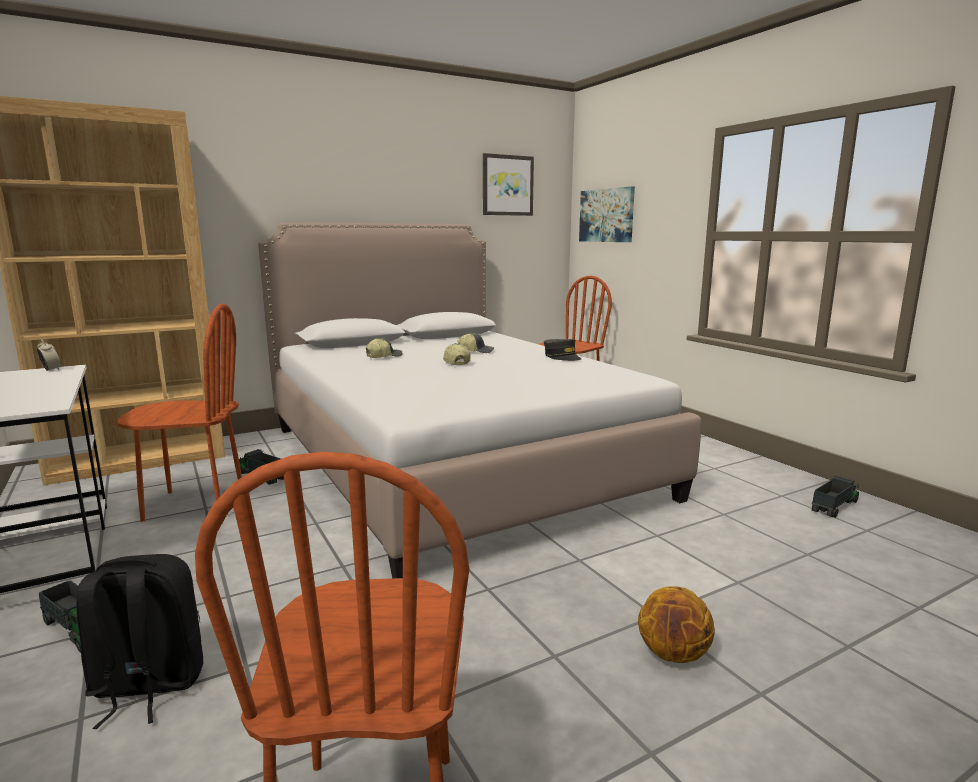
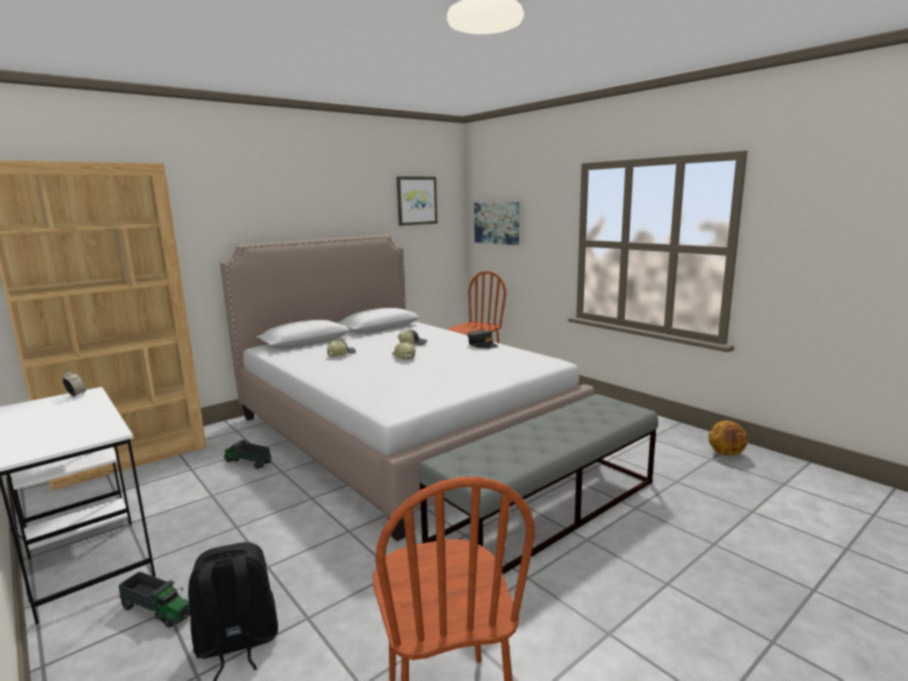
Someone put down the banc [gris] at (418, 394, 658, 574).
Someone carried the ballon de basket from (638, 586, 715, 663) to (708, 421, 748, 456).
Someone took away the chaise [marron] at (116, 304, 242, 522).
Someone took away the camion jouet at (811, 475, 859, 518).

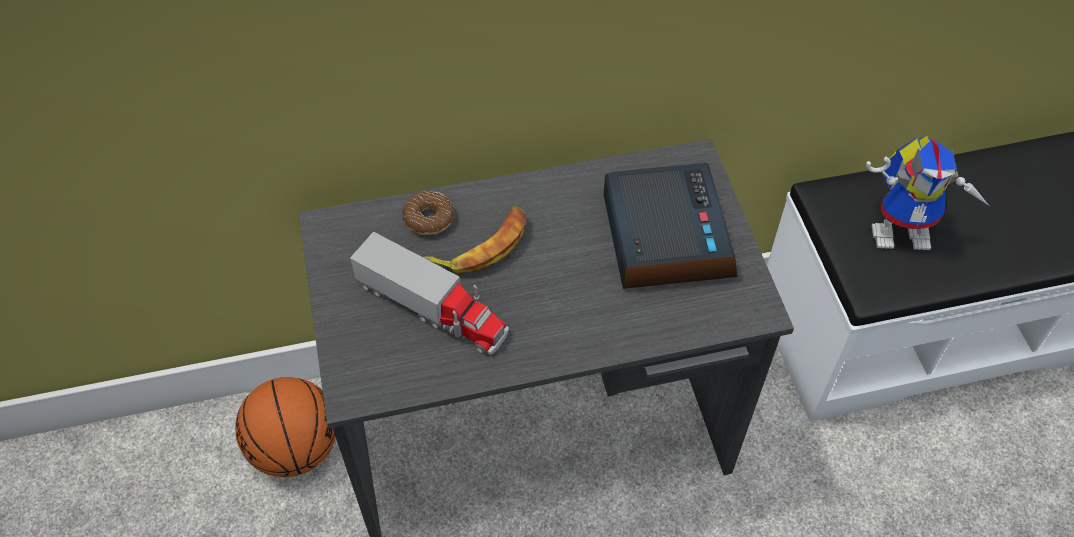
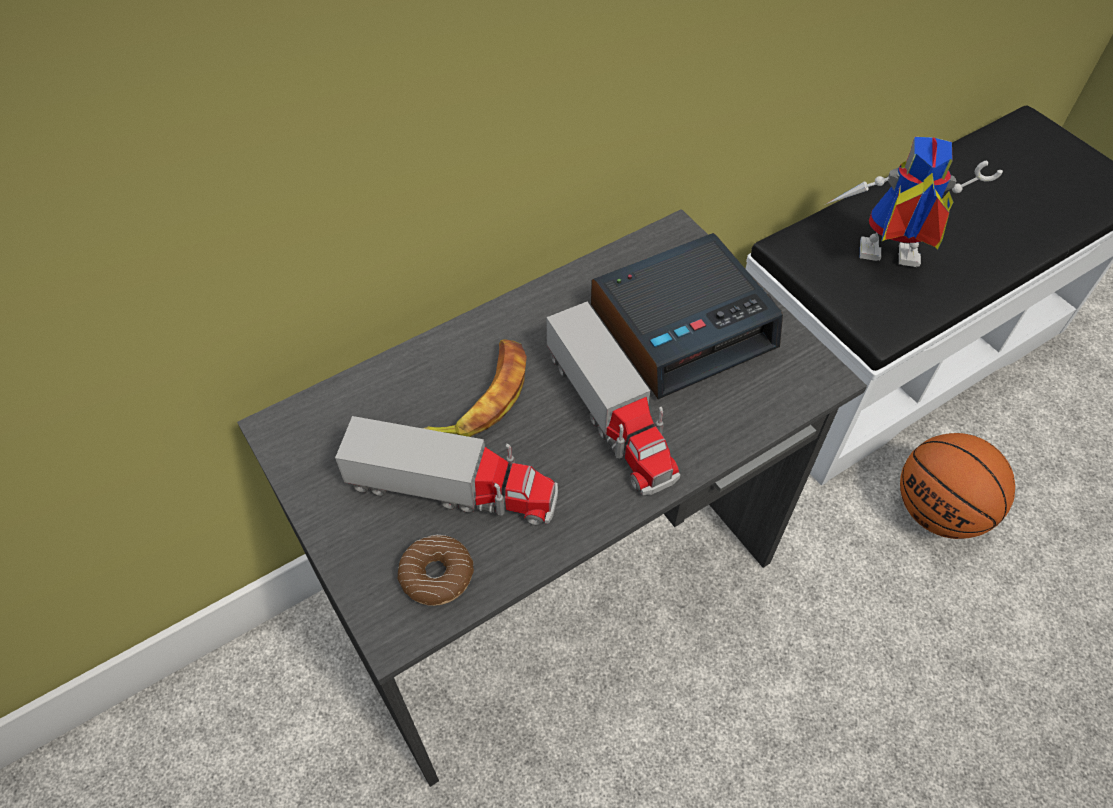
Someone carried the beignet from (402, 191, 455, 235) to (398, 535, 474, 606).
Someone put down the camion jouet at (546, 302, 680, 495).
Someone rotated the réveil at (604, 163, 737, 289) by 90 degrees clockwise.
Someone rotated the robot jouet at (866, 135, 989, 250) by 150 degrees counterclockwise.
Someone carried the ballon de basket from (235, 377, 336, 477) to (900, 433, 1015, 539).

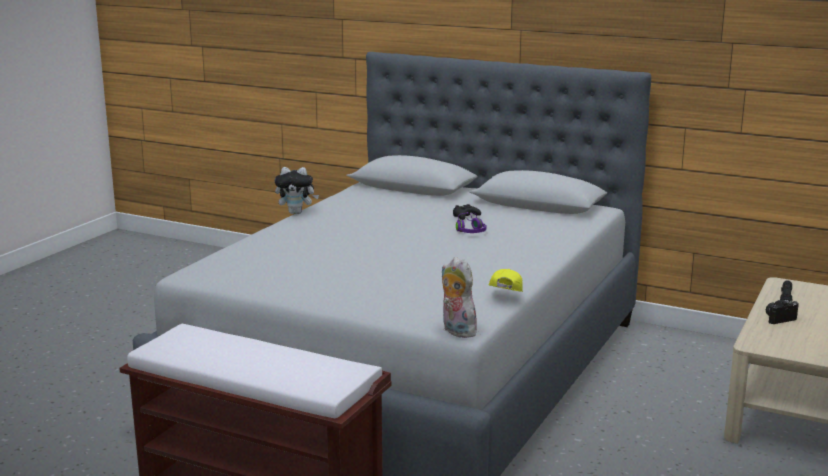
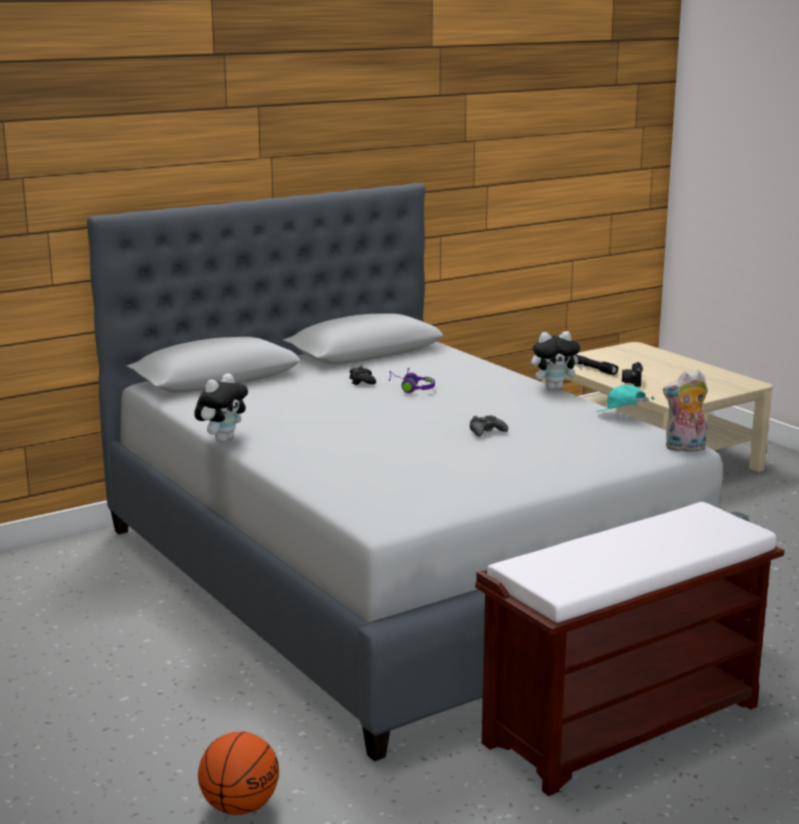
Someone put down the ballon de basket at (198, 732, 279, 815).
Someone put down the manette [noir] at (470, 415, 508, 437).
Someone put down the peluche at (531, 331, 584, 390).
Someone repainted the casquette [jaune] at (489, 269, 523, 292), which became the casquette [turquoise] at (596, 385, 654, 412).

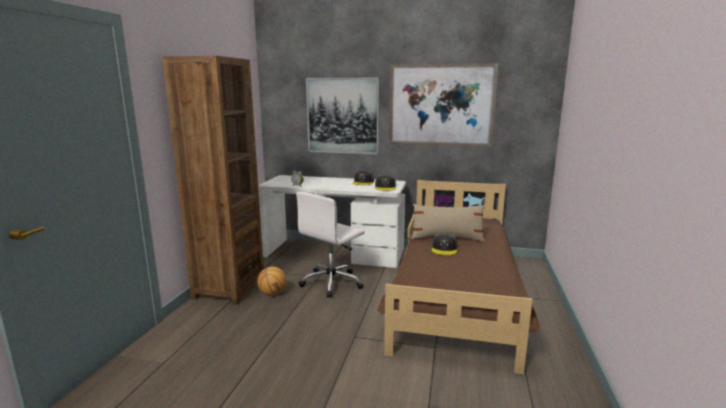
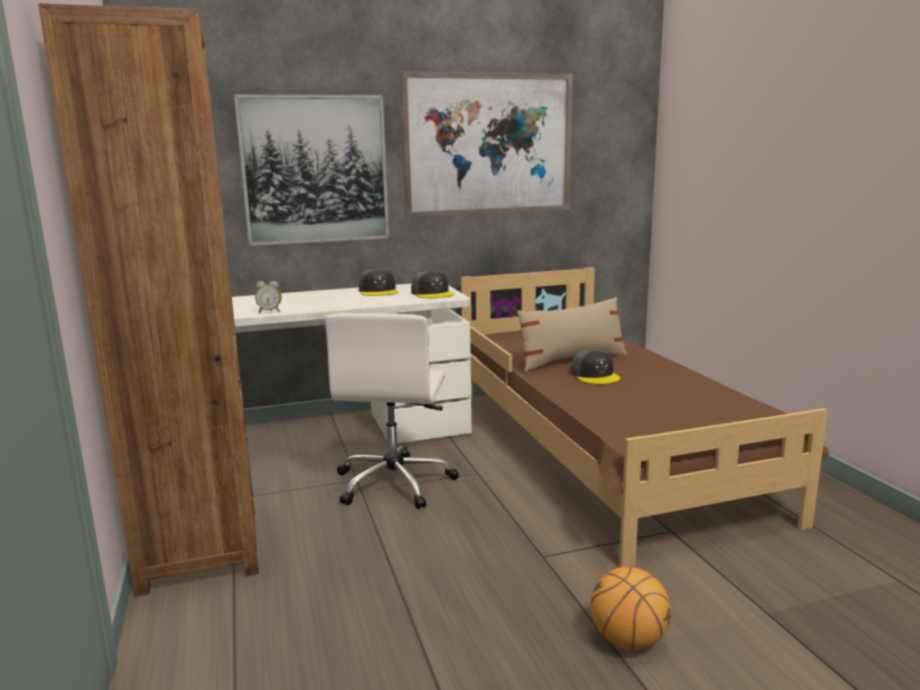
Someone carried the ballon de basket from (257, 266, 287, 295) to (590, 567, 671, 650).

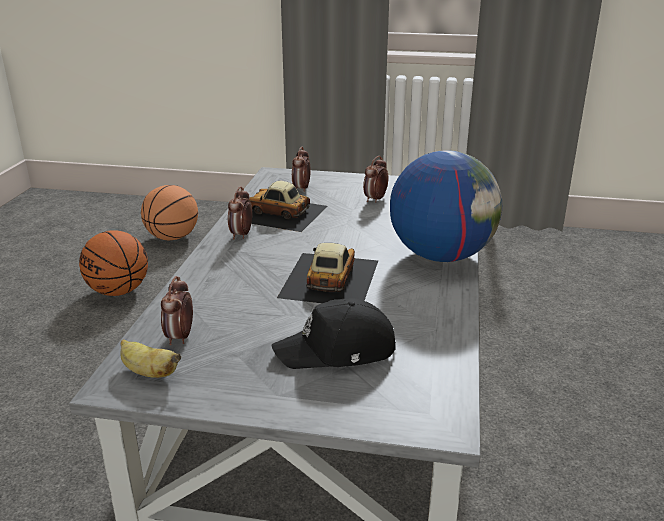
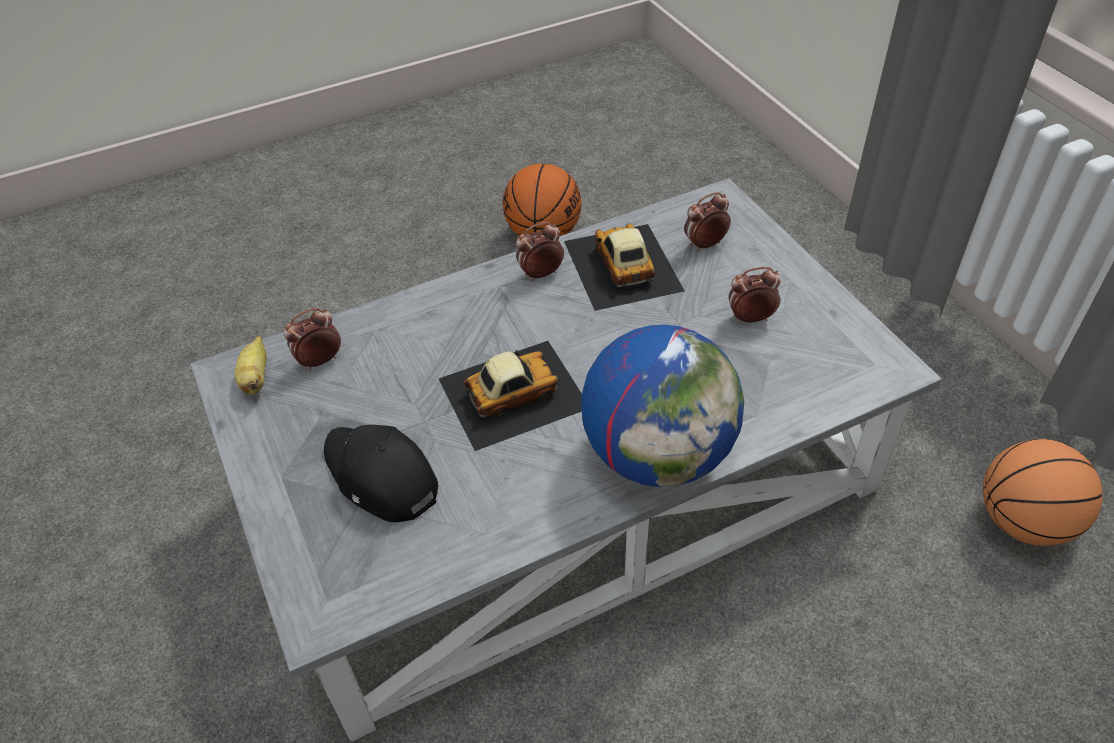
Someone carried the ballon de basket from (141, 185, 198, 240) to (983, 439, 1103, 546).

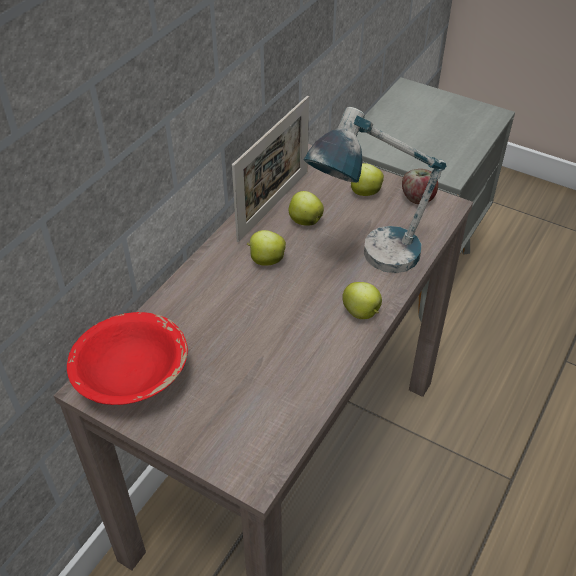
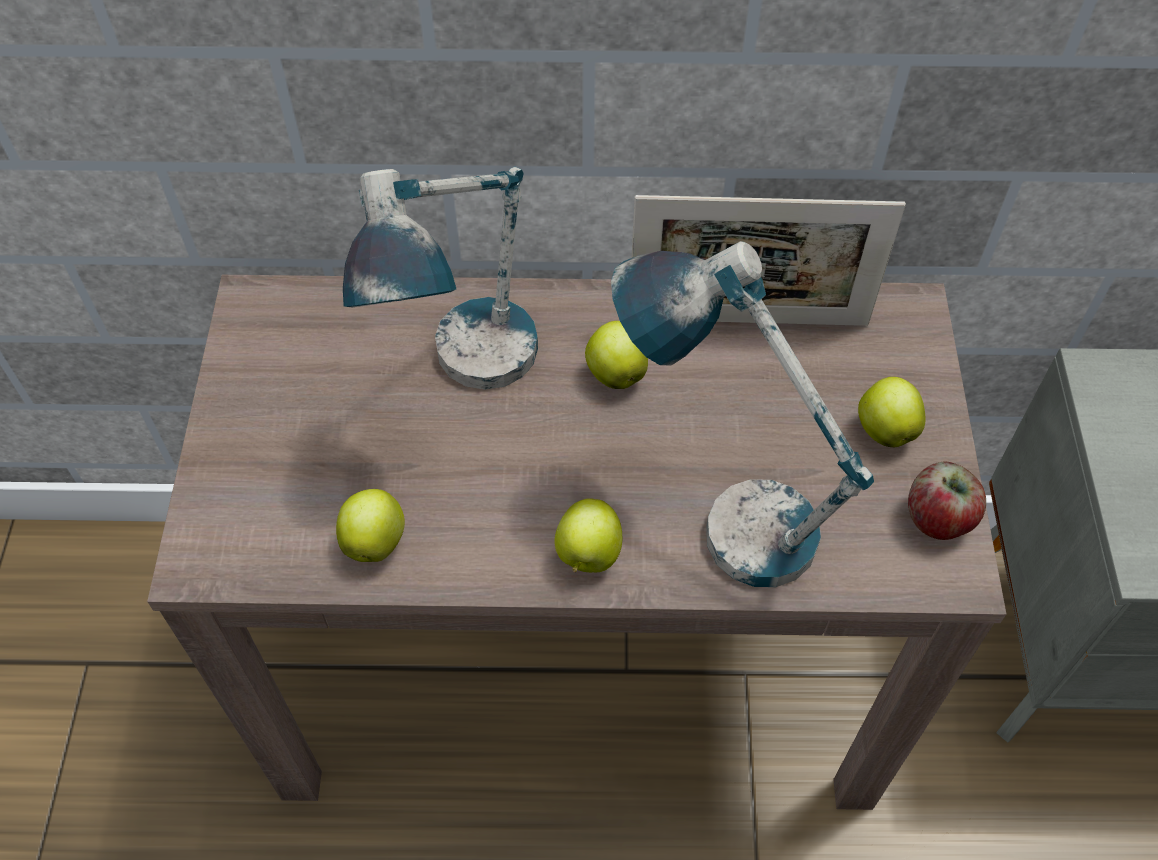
Someone carried the pomme from (289, 191, 324, 226) to (336, 489, 405, 562).
Someone put down the lampe de table at (343, 166, 538, 390).
Someone took away the bol [rouge] at (67, 312, 188, 405).

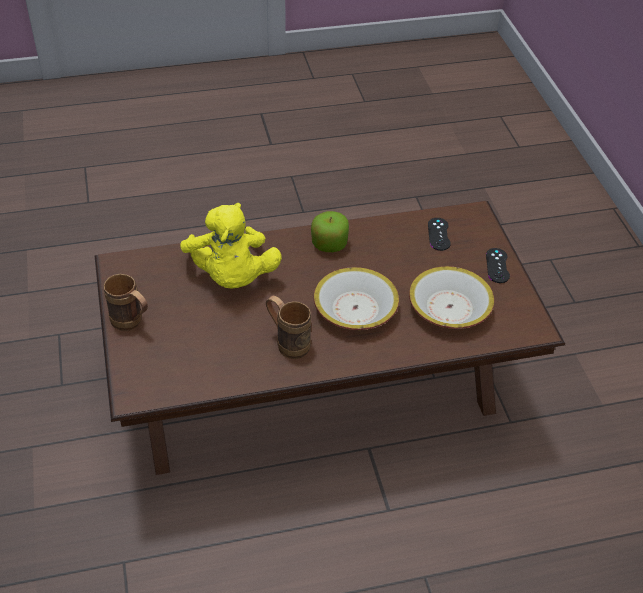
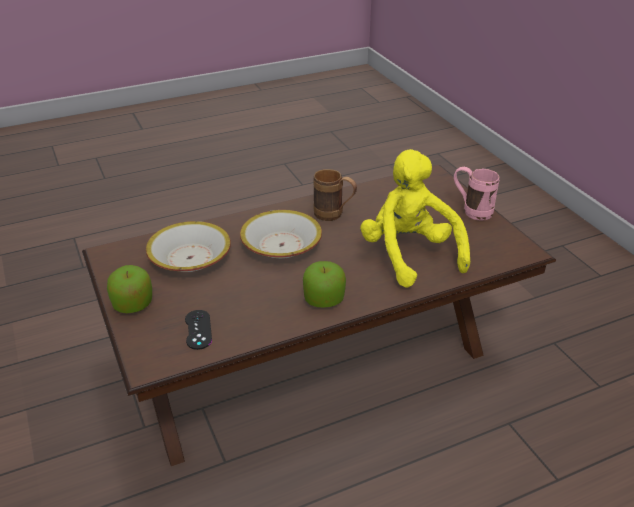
Someone swapped the manette [noir] at (486, 248, 510, 283) for the pomme at (107, 265, 152, 313).
Someone repainted the mug [marron] at (103, 274, 148, 331), which became the mug [rose] at (454, 167, 499, 221).

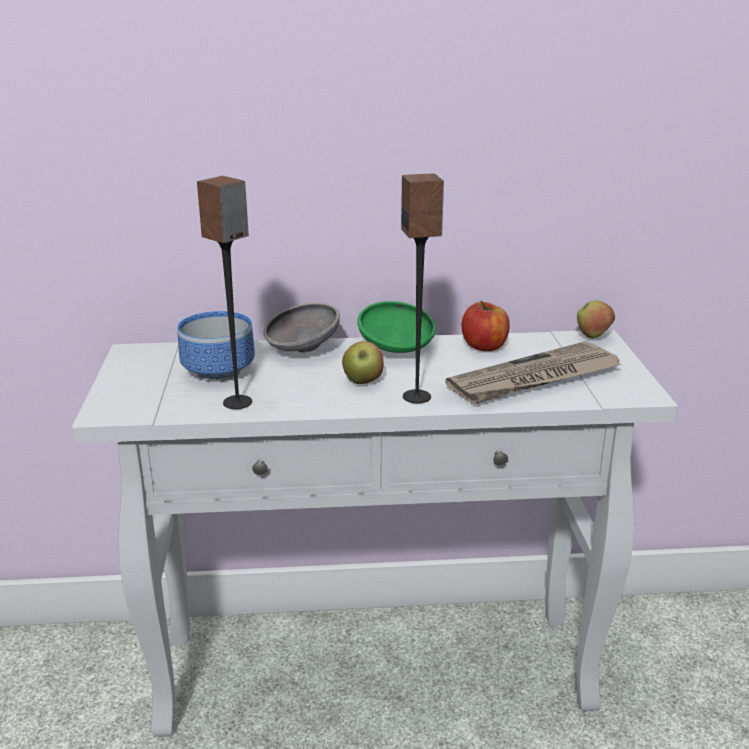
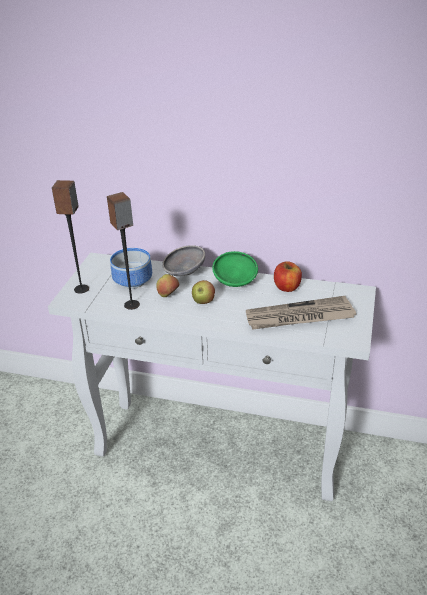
Someone carried the enceinte from (401, 173, 444, 403) to (52, 180, 89, 294).
Someone carried the pomme from (577, 300, 615, 339) to (156, 274, 179, 297).

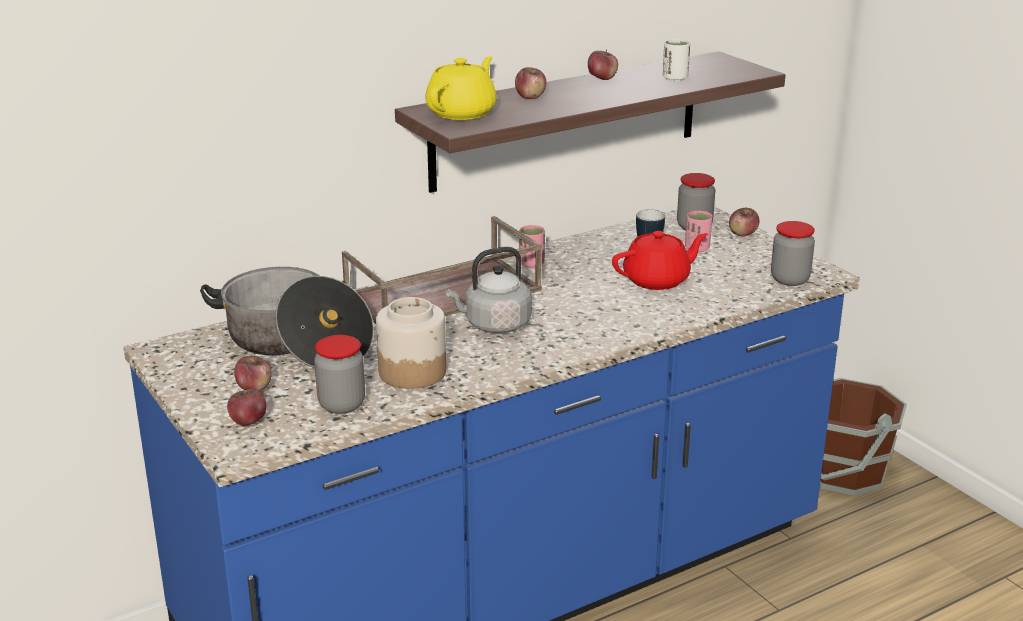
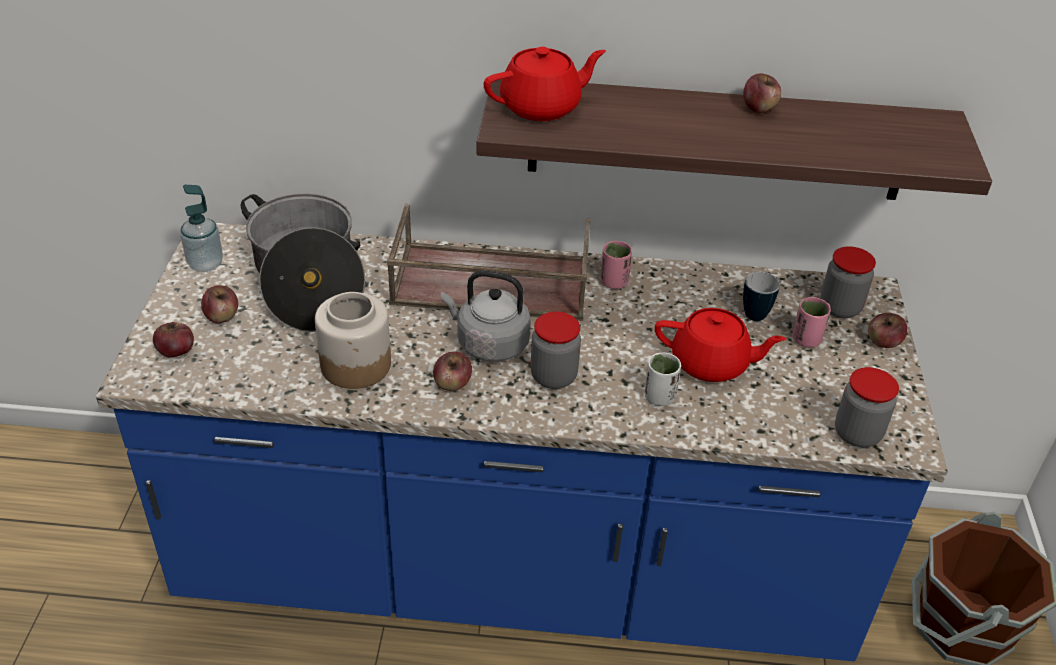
Someone put down the distributeur de savon at (180, 185, 223, 272).
Someone carried the pomme from (515, 67, 546, 99) to (433, 351, 472, 391).
Someone repainted the théière [jaune] at (425, 56, 497, 120), which became the théière [rouge] at (483, 47, 606, 121).
Someone carried the bocal from (314, 335, 365, 414) to (531, 312, 581, 389).
Someone carried the tasse [blanc] from (663, 39, 690, 81) to (644, 352, 681, 406).

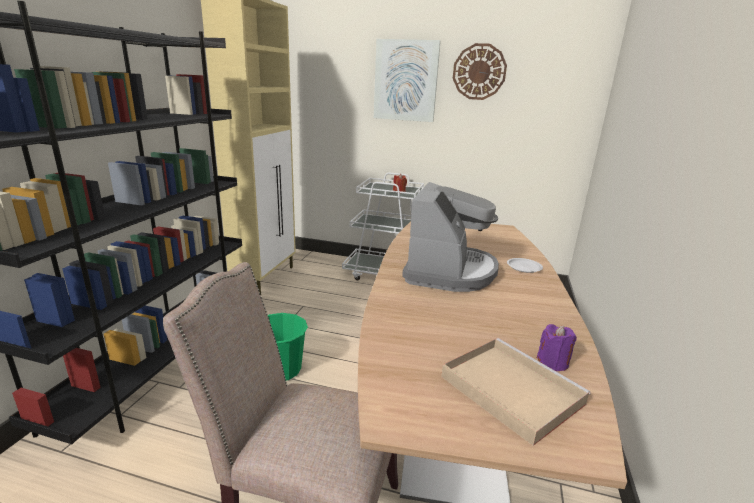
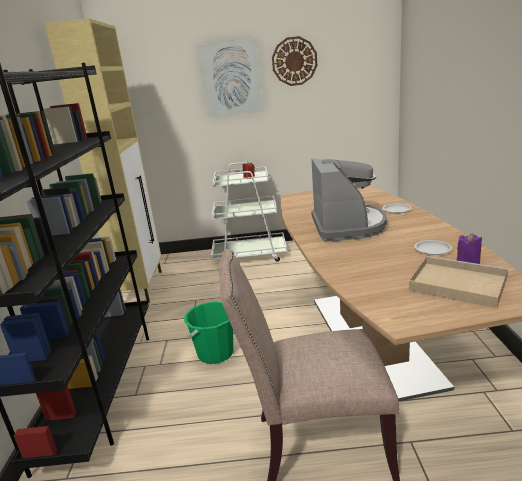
Someone put down the assiette [blanc] at (415, 240, 452, 255).

